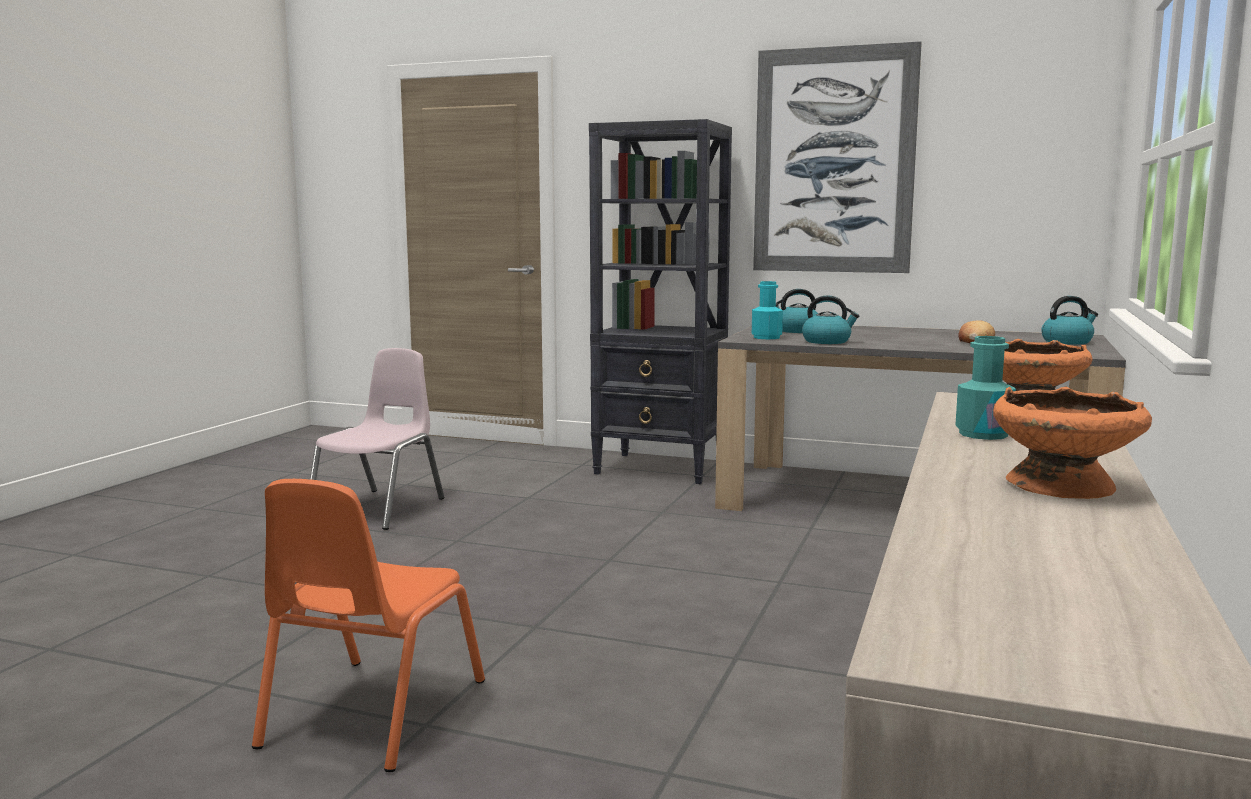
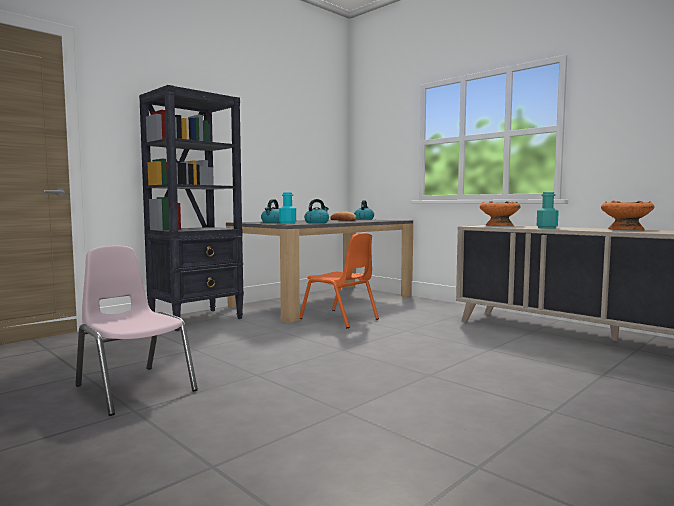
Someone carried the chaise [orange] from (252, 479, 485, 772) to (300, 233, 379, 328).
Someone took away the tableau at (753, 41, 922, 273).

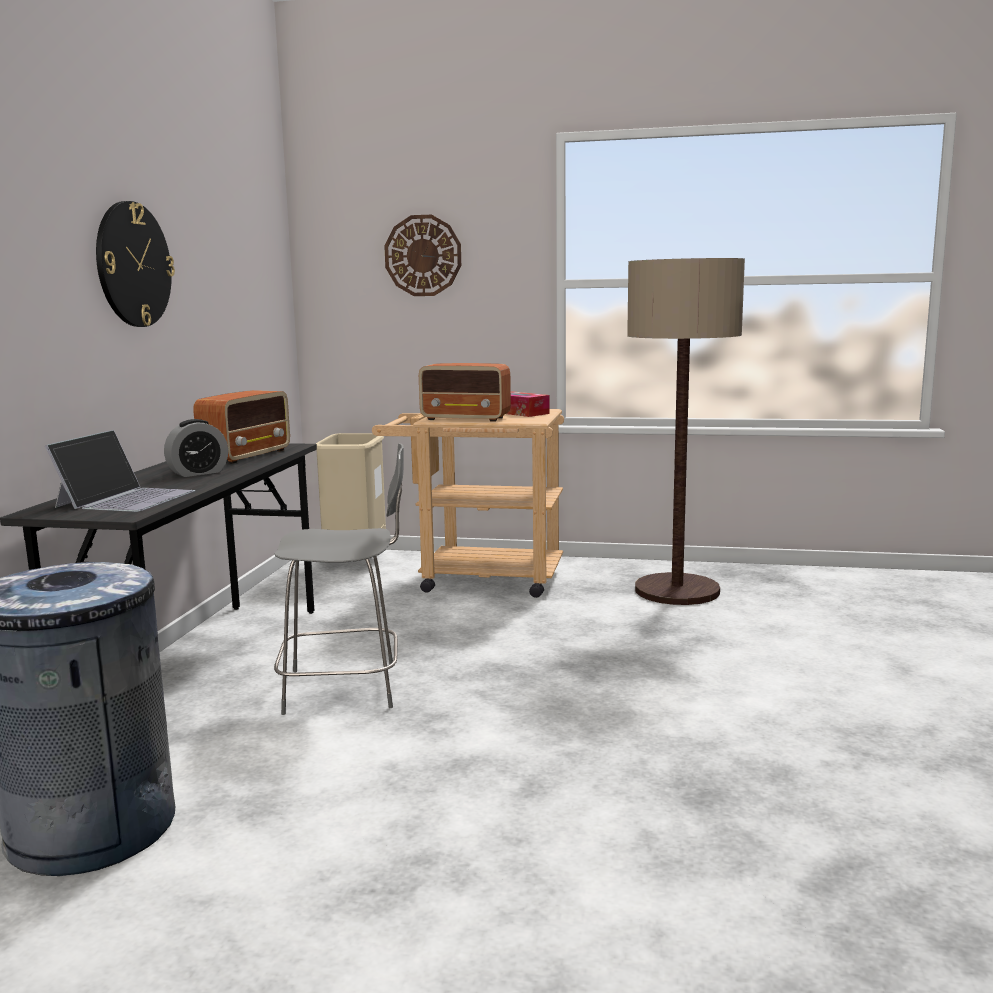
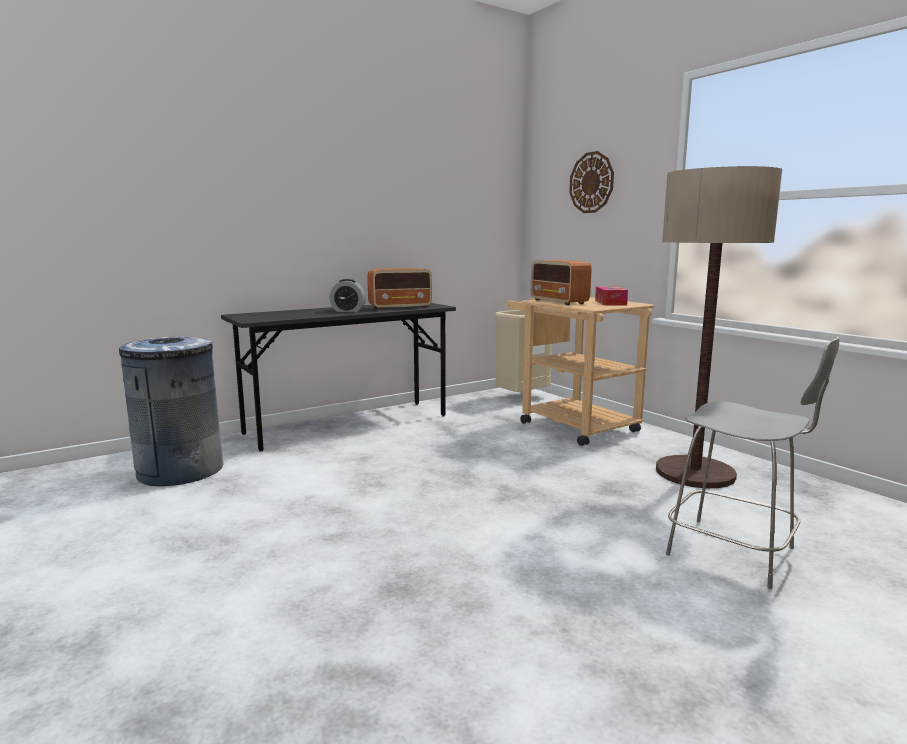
Someone carried the chaise [gris] from (274, 443, 404, 715) to (666, 336, 839, 589).
Someone took away the ordinateur portable at (45, 430, 195, 512).
Someone took away the horloge murale at (96, 201, 175, 327).

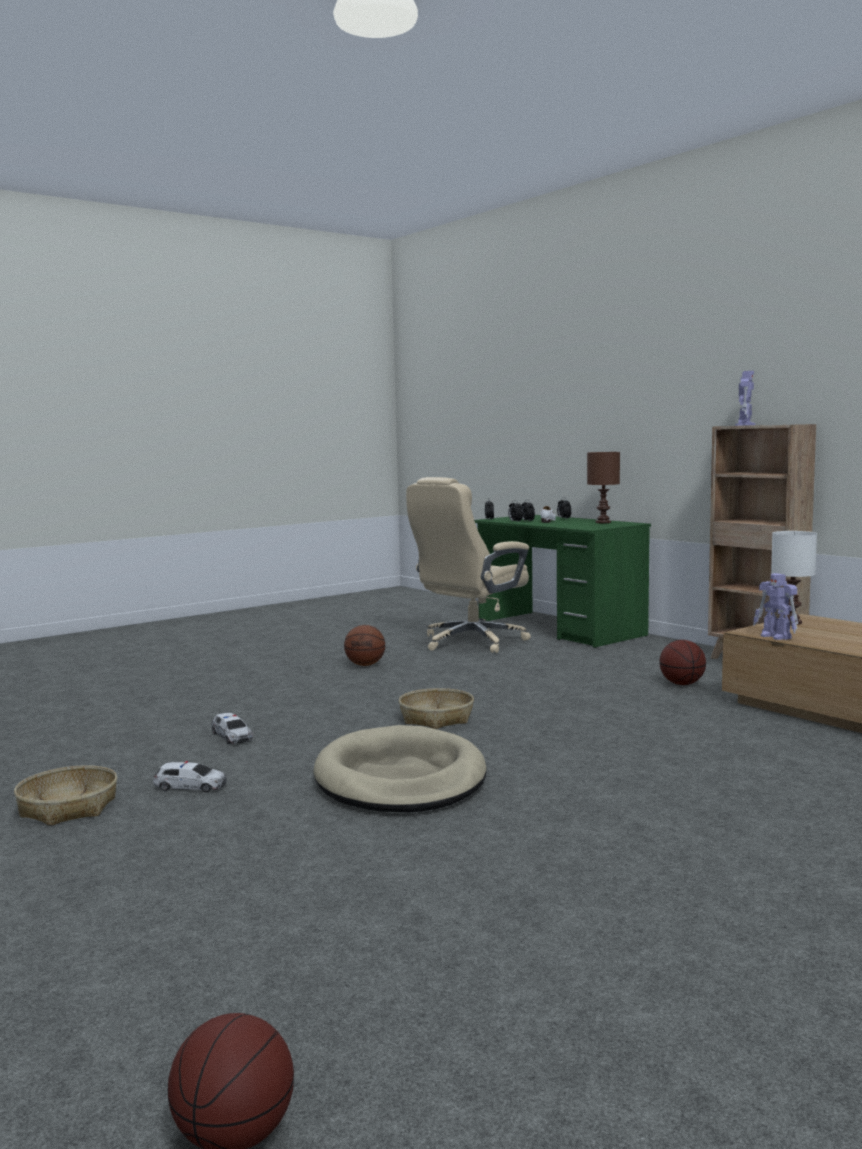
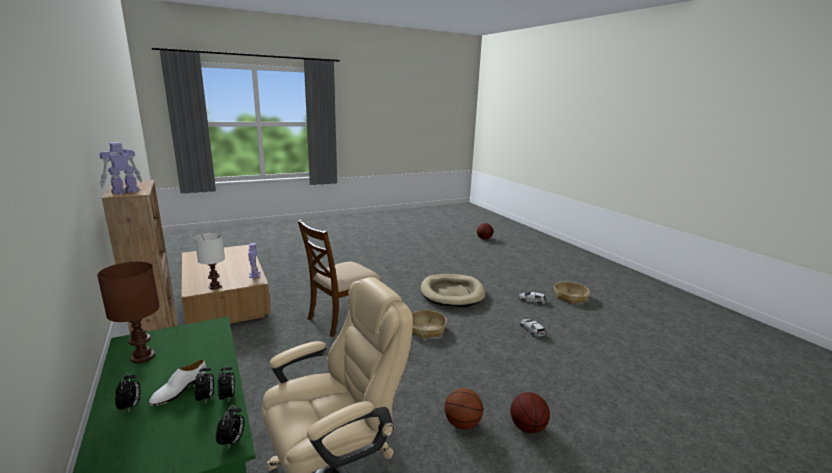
Someone put down the chaise [marron] at (298, 220, 381, 337).
Someone carried the ballon de basket from (659, 640, 706, 685) to (511, 392, 550, 433).

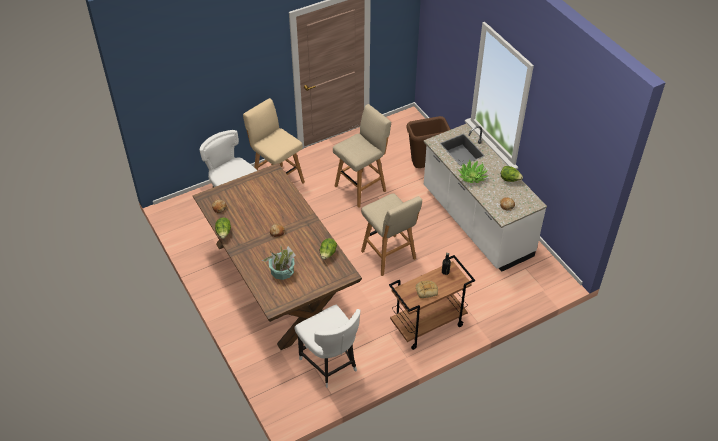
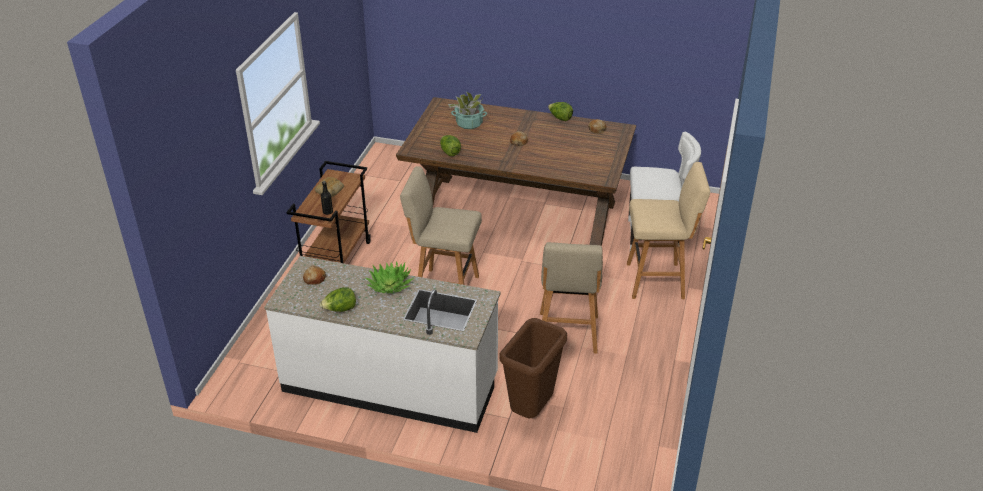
Someone took away the chaise [blanc] at (295, 305, 360, 388).

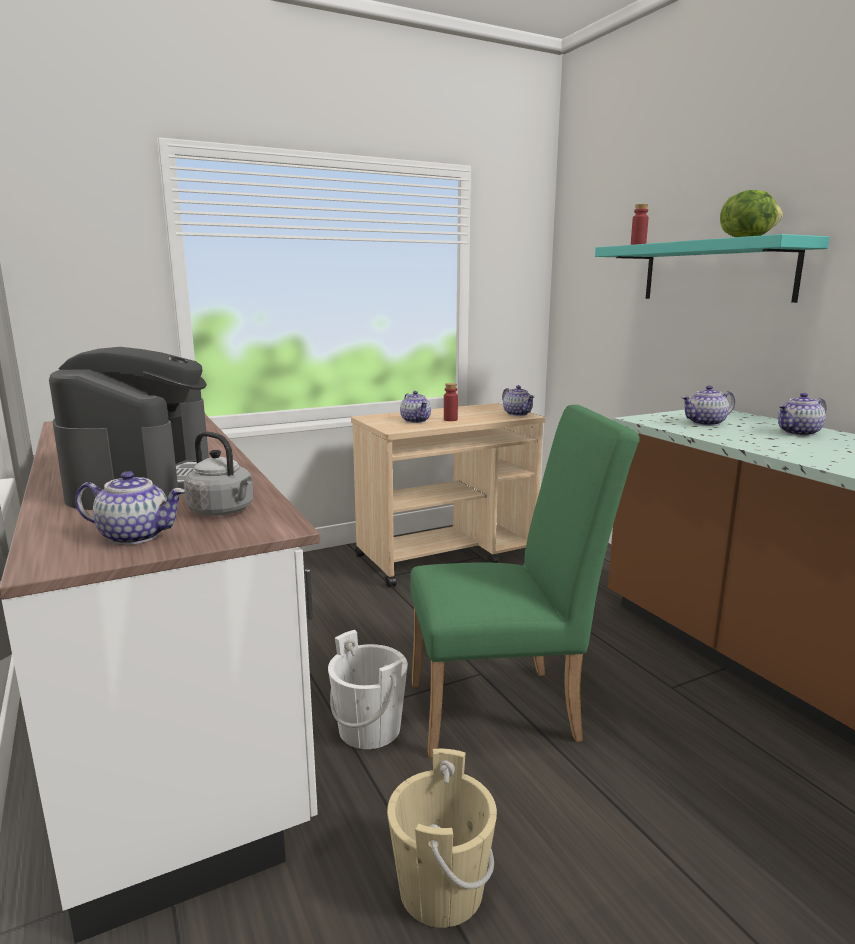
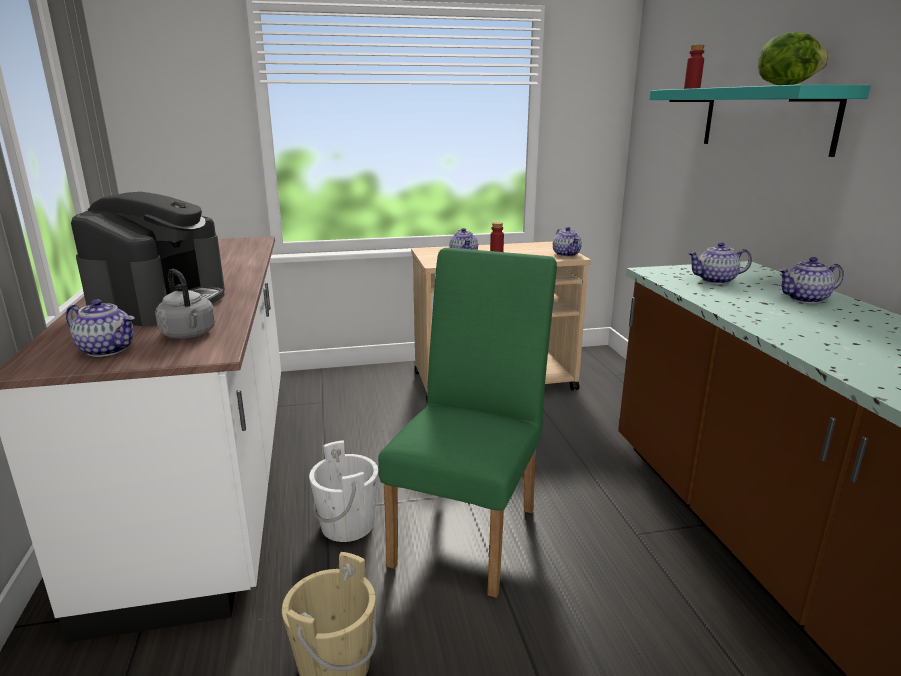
Someone rotated the chaise [vert] at (410, 405, 640, 758) by 75 degrees counterclockwise.

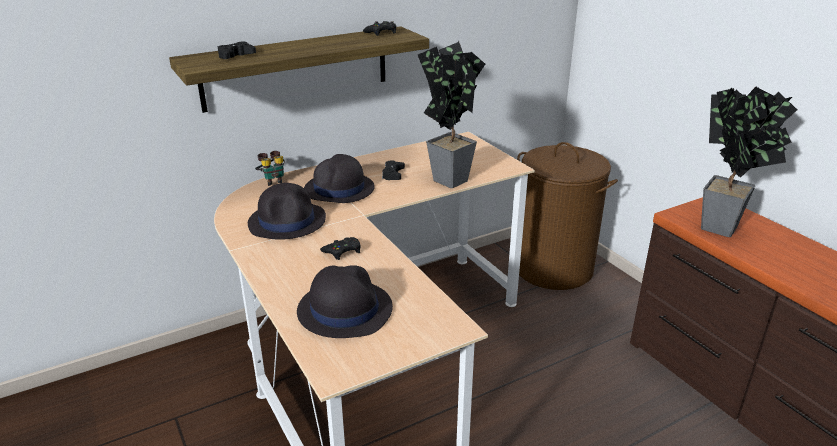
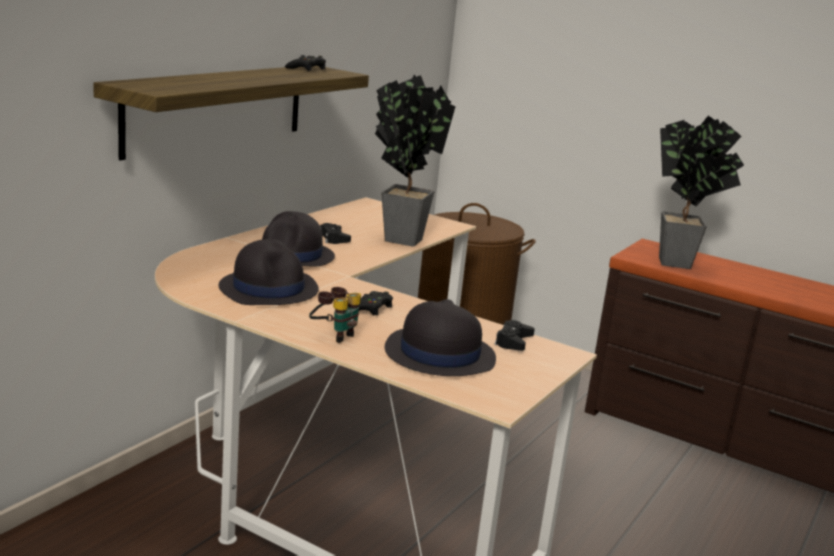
Someone carried the jumelles from (255, 151, 285, 186) to (309, 287, 361, 343).
Someone carried the manette [noir] from (218, 42, 256, 59) to (494, 320, 535, 351).

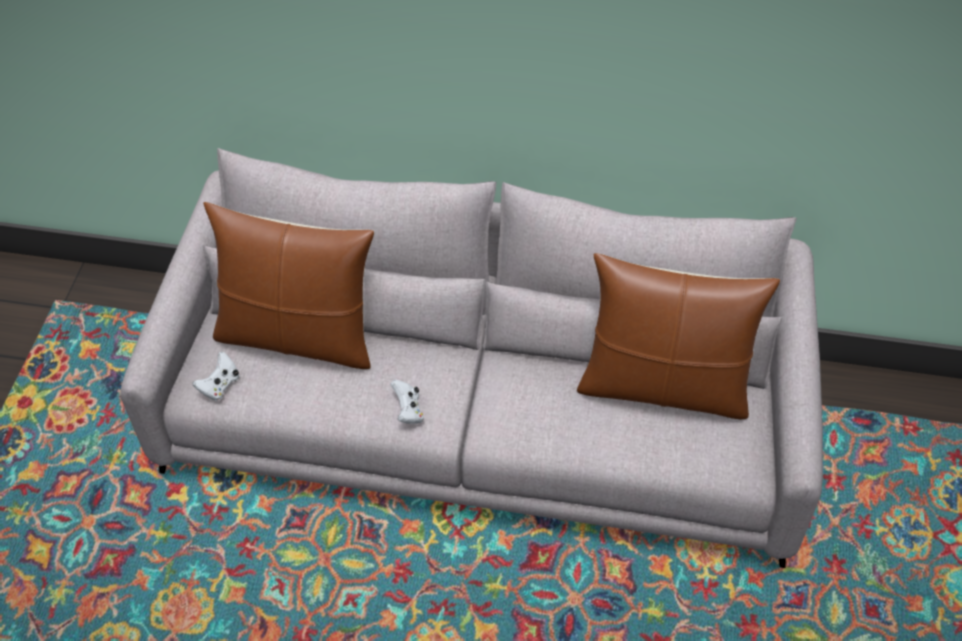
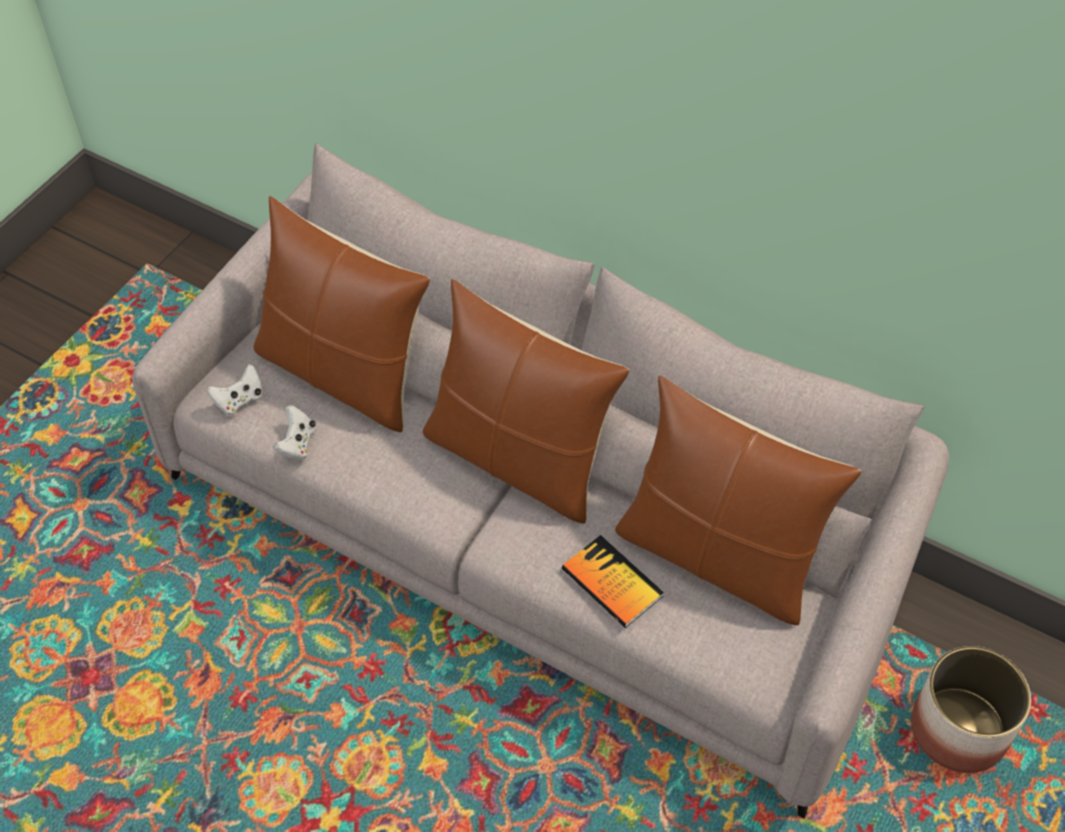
Someone carried the manette [blanc] from (390, 380, 424, 424) to (273, 405, 316, 460).
Someone put down the coussin [marron] at (423, 279, 629, 524).
Someone put down the livre at (562, 535, 664, 628).
Someone put down the cache-pot at (911, 646, 1031, 773).

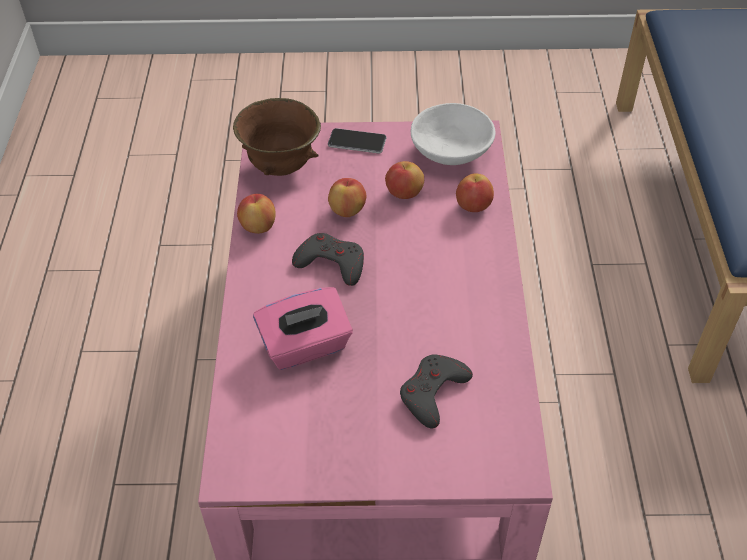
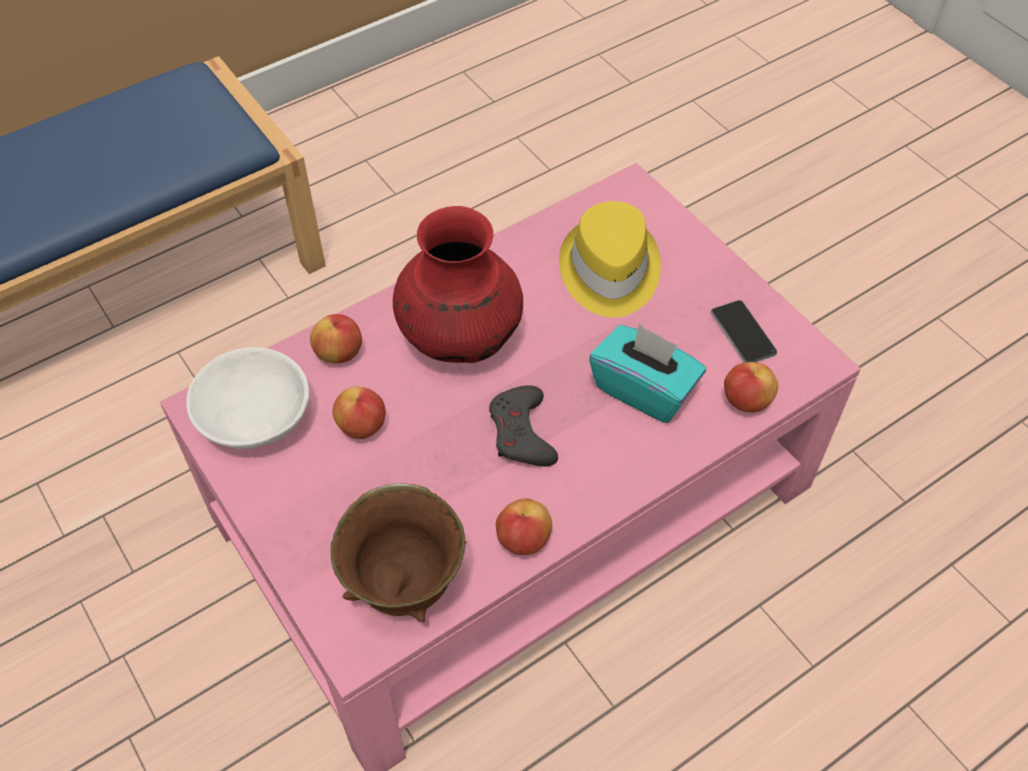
Someone put down the vase [rouge] at (393, 206, 523, 363).
Someone swapped the manette [gris] at (400, 354, 473, 428) for the chapeau [jaune] at (559, 201, 661, 318).
Someone repainted the boîte à mouchoirs [rose] at (253, 287, 353, 370), which became the boîte à mouchoirs [turquoise] at (589, 324, 706, 423).
Someone carried the téléphone from (328, 128, 387, 154) to (711, 300, 777, 363).
Someone carried the pomme from (328, 178, 367, 217) to (724, 362, 778, 412).

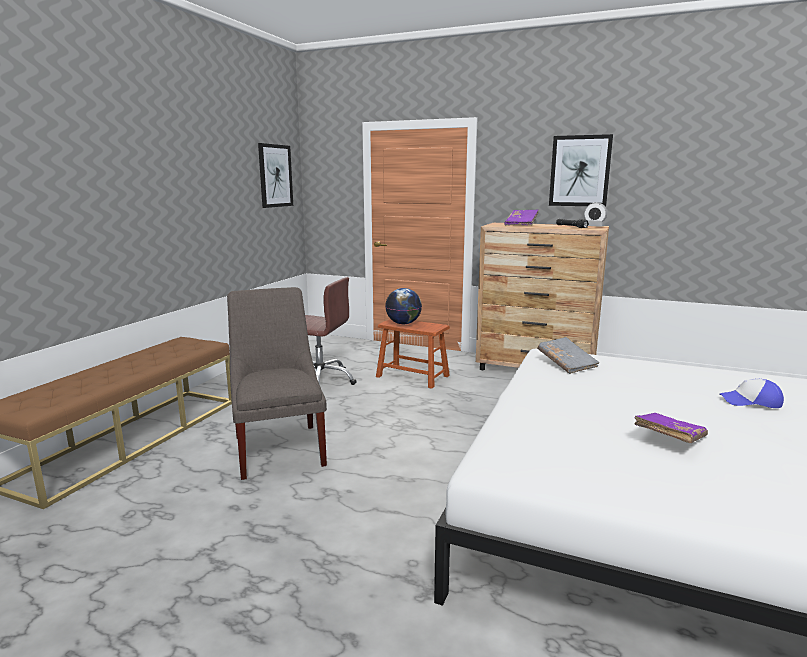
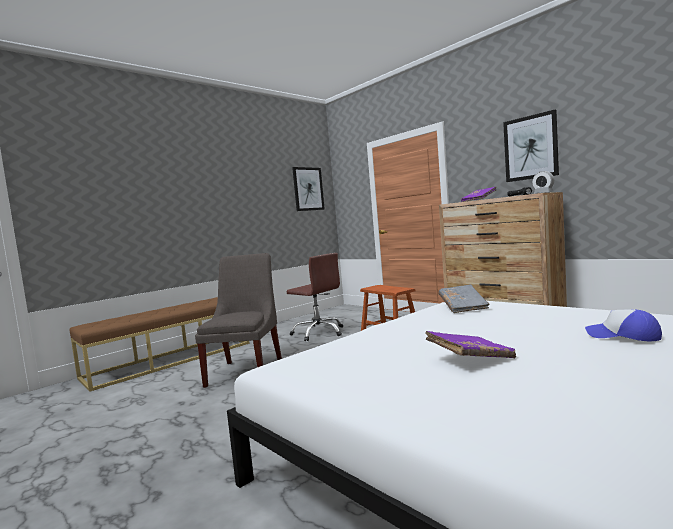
Someone took away the globe at (385, 288, 422, 324).

